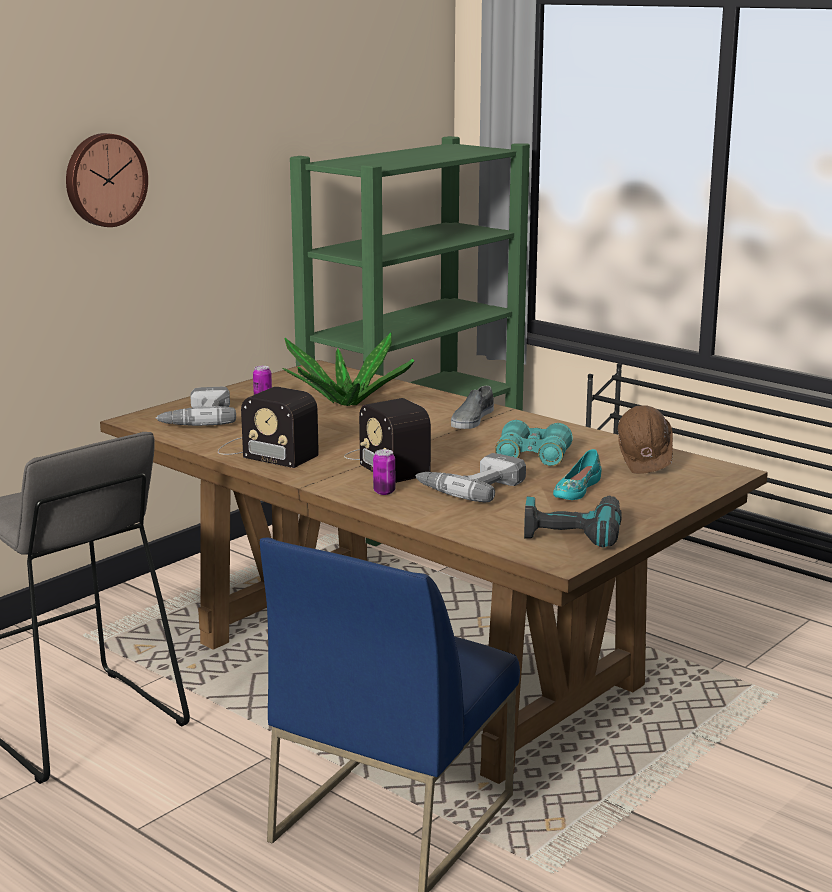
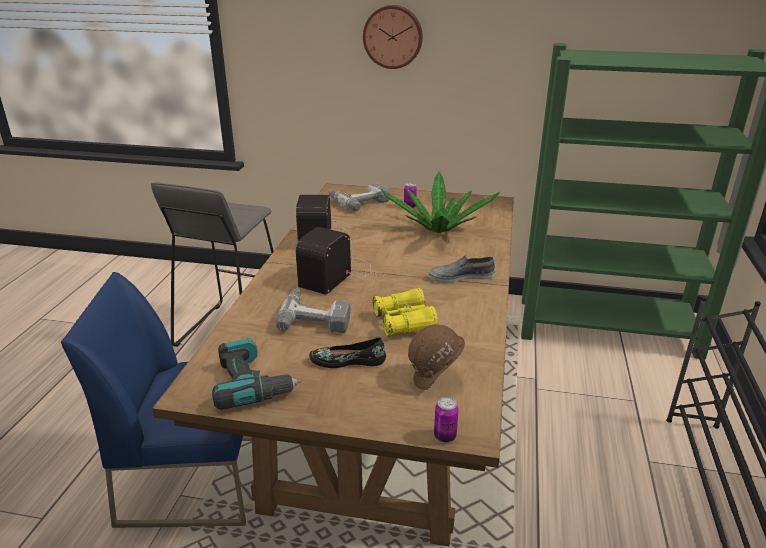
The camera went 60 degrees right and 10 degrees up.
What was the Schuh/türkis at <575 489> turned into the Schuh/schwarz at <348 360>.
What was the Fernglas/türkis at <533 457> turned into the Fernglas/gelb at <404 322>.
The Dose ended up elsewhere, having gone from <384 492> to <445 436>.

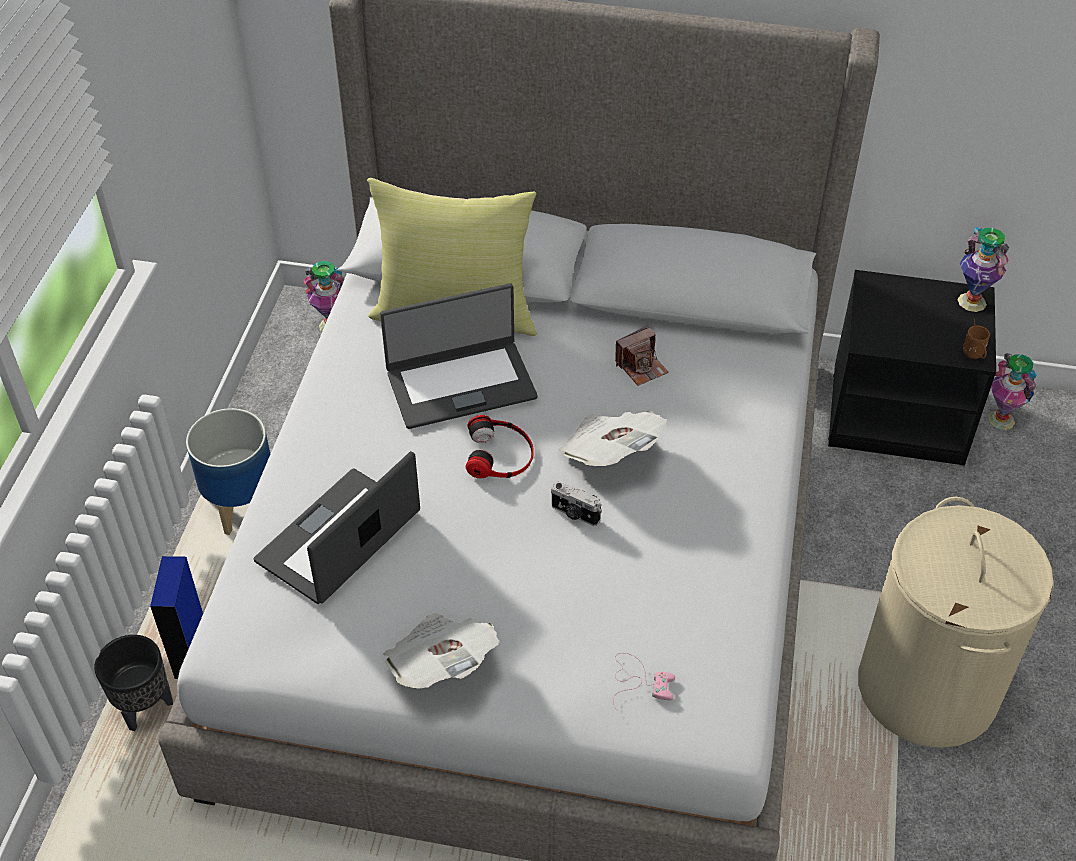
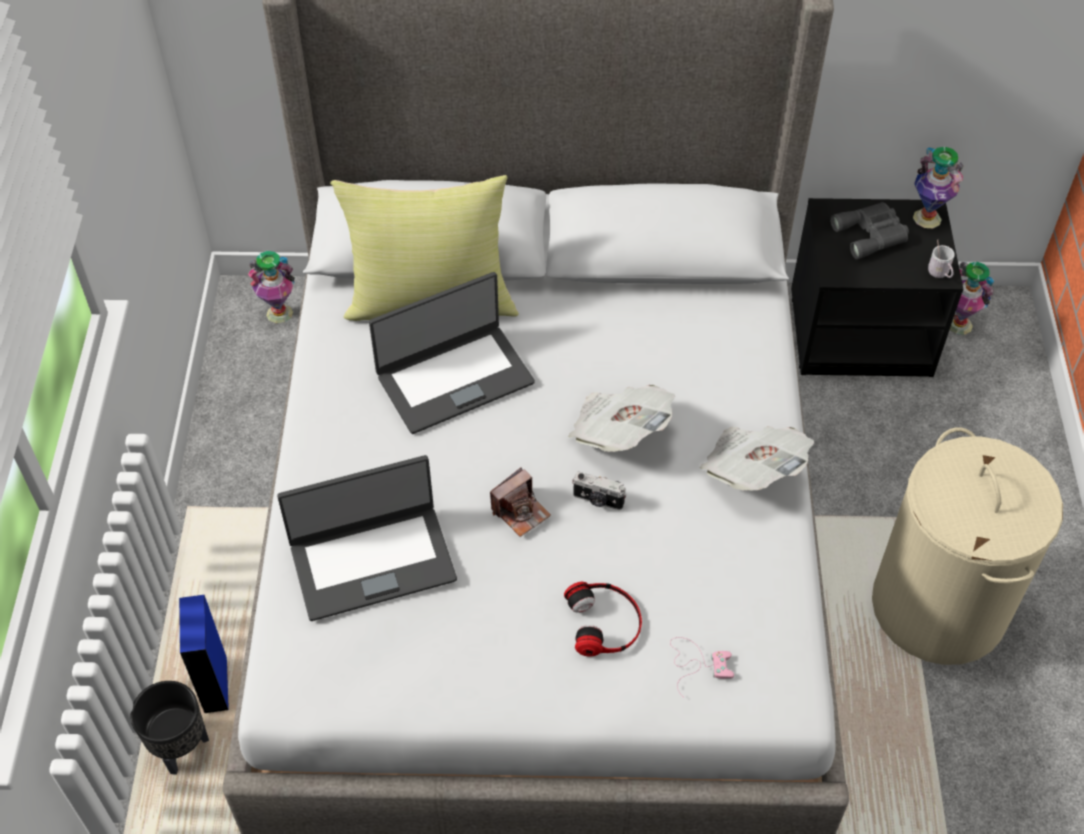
The camera went 10 degrees left and 5 degrees up.
The Laptop at <340 538> ended up facing another way, 135 degrees counterclockwise from before.
The Kamera ended up elsewhere, having gone from <641 367> to <520 512>.
The Kopfhörer ended up elsewhere, having gone from <500 454> to <604 622>.
The Zeitung ended up elsewhere, having gone from <441 665> to <752 470>.
The second view gained the Fernglas/grau at <872 234>.
What was the Henkelbecher/braun at <974 355> turned into the Henkelbecher/weiß at <939 274>.
The second view lost the Pflanzkübel at <243 506>.

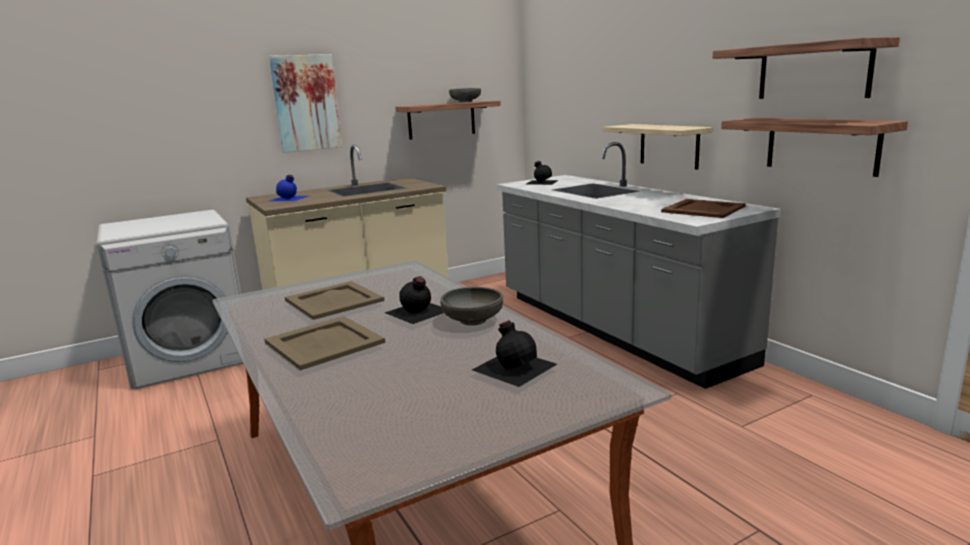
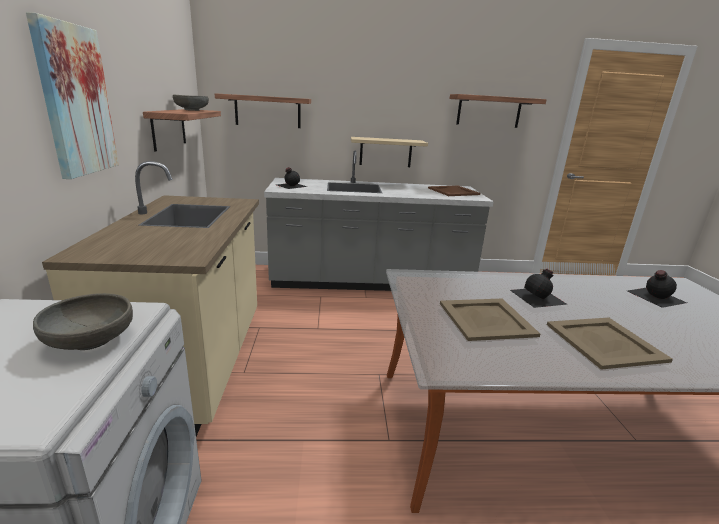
The camera went 65 degrees left and 5 degrees up.
The Schüssel/grau ended up elsewhere, having gone from <473 320> to <91 340>.
The Wandregal ended up elsewhere, having gone from <821 145> to <267 111>.
The second view lost the Flasche/blau at <289 198>.

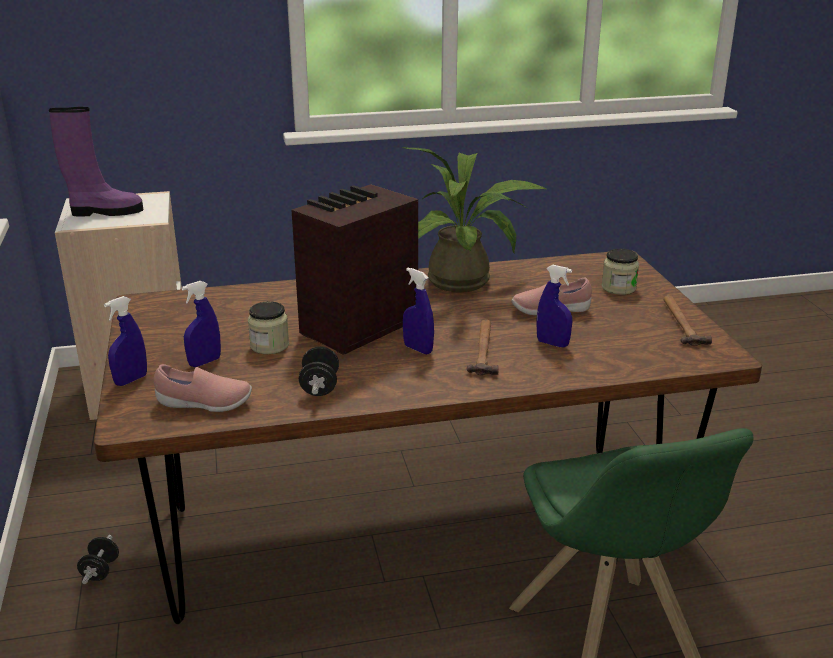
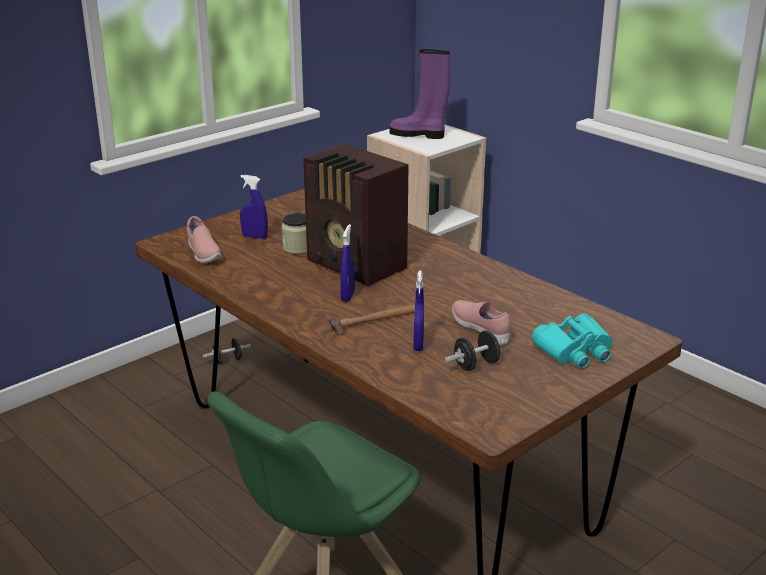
The camera went 60 degrees right and 0 degrees up.
The Radio at <356 328> ended up facing another way, 150 degrees counterclockwise from before.
The Stiefel/lila at <105 212> ended up facing another way, 150 degrees clockwise from before.
The Hantel/schwarz ended up elsewhere, having gone from <320 387> to <476 365>.
Where the Vorratsglas stood at <618 288>, the Fernglas/türkis came to stand at <575 351>.
The second view lost the Sprühflasche/blau at <131 380>.
The second view lost the Topfpflanze at <467 282>.
The second view lost the Hammer at <682 323>.

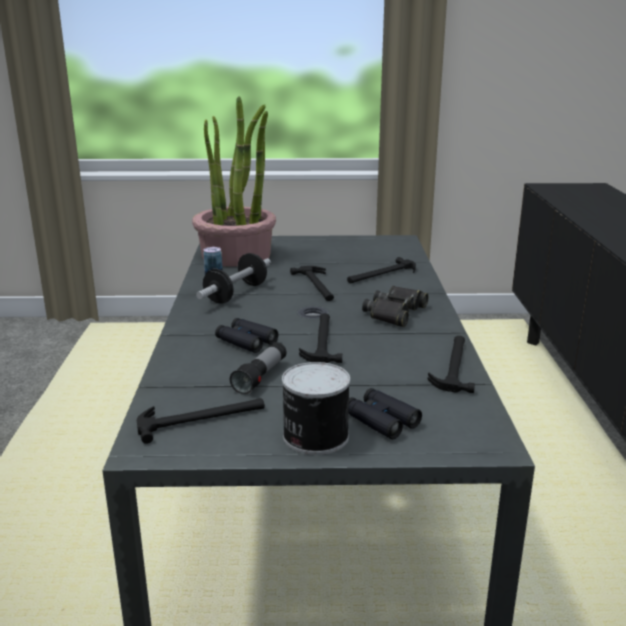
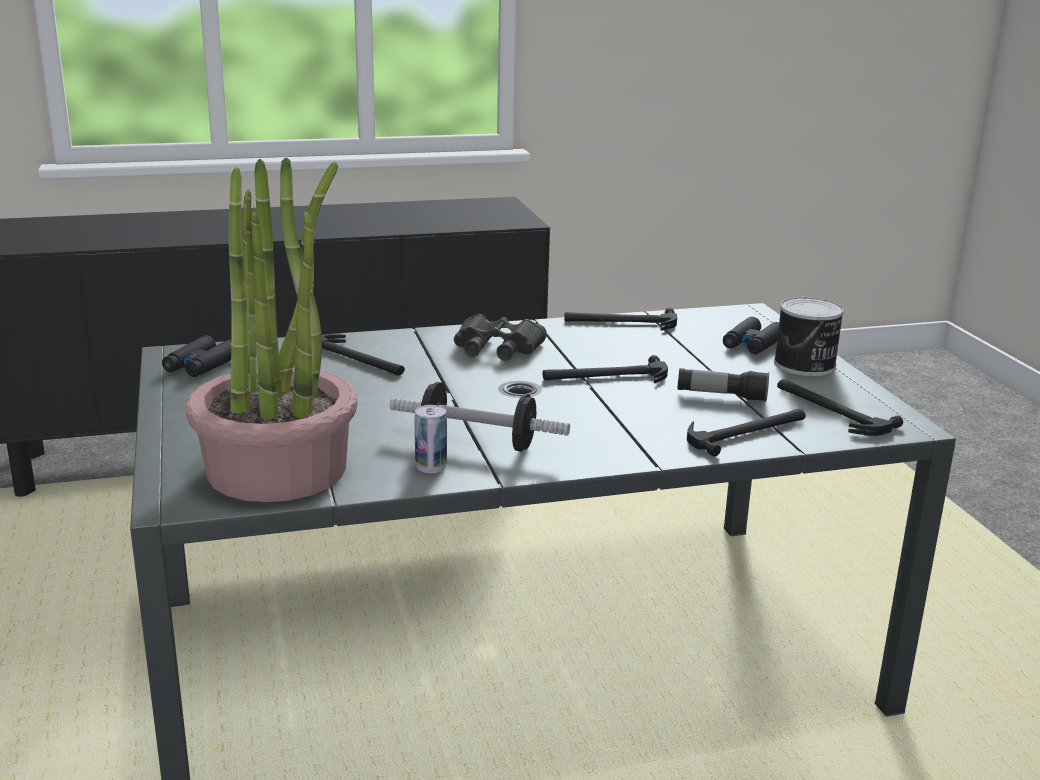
The camera went 105 degrees left and 0 degrees up.
The Fernglas/schwarz ended up elsewhere, having gone from <246 341> to <201 366>.
The Hammer ended up elsewhere, having gone from <317 285> to <747 432>.

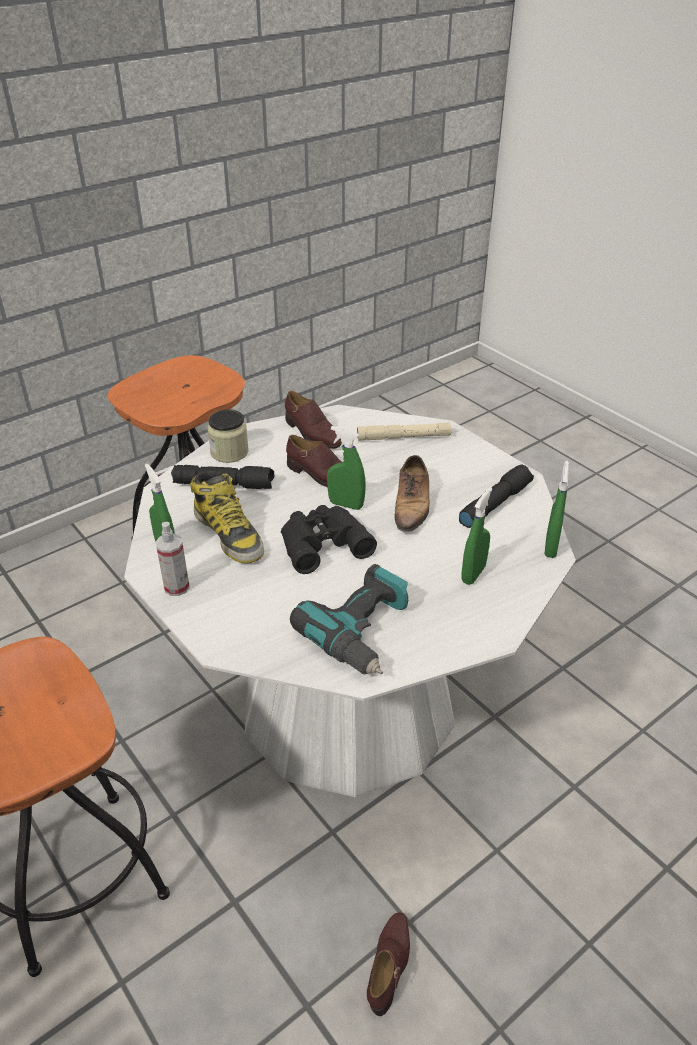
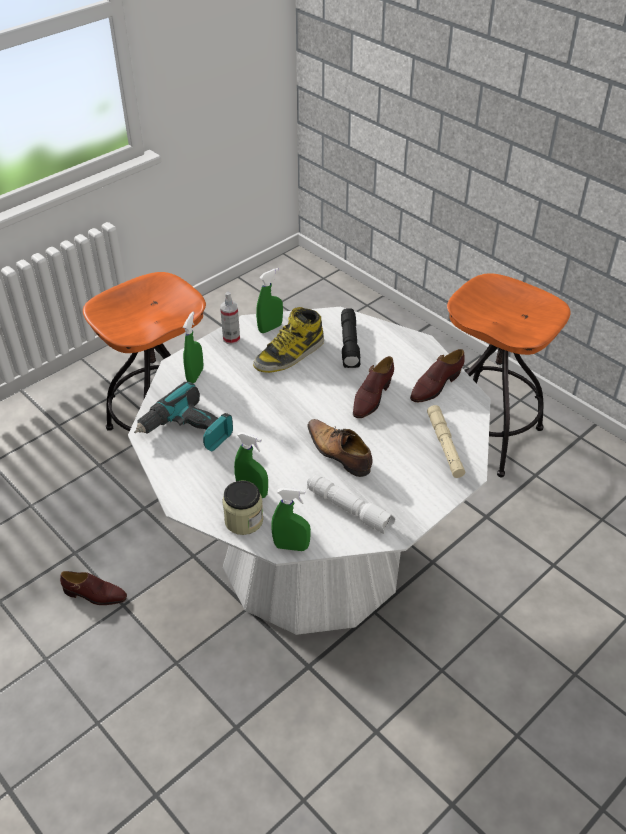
The camera went 85 degrees right and 5 degrees up.
The Sprühflasche/grün ended up elsewhere, having gone from <346 505> to <195 375>.
The Vorratsglas ended up elsewhere, having gone from <229 452> to <244 520>.
The Schuh at <412 505> ended up facing another way, 45 degrees clockwise from before.
What was the Taschenlampe/schwarz at <494 503> turned into the Taschenlampe/weiß at <350 509>.
The second view lost the Fernglas/schwarz at <322 542>.

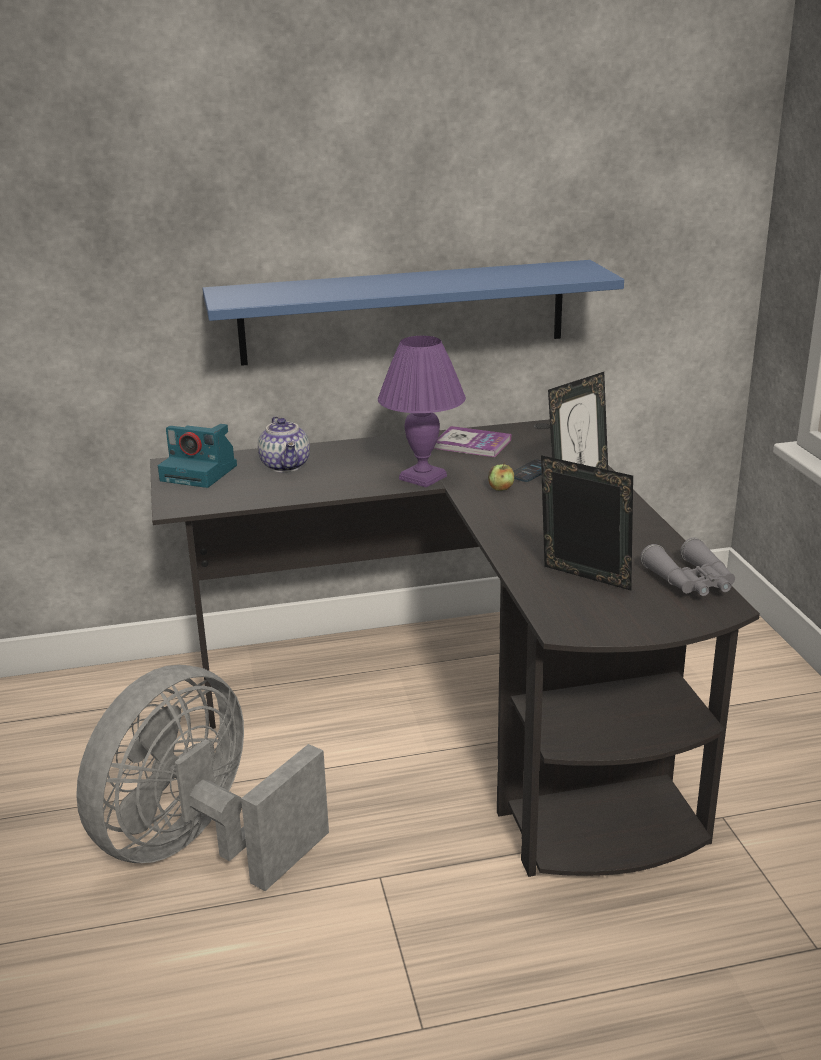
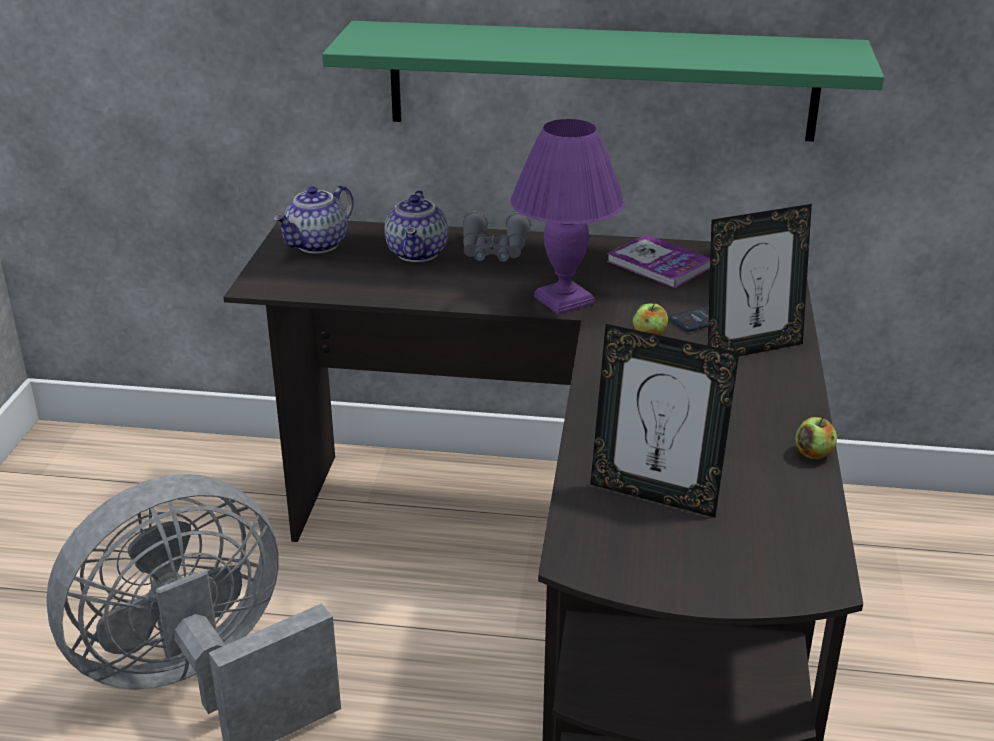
The camera went 20 degrees right and 5 degrees up.
Where the Kamera stood at <201 473>, the Teekanne came to stand at <318 245>.
What was the Wandregal/blau at <403 312> turned into the Wandregal/grün at <601 81>.
The Fernglas/grau ended up elsewhere, having gone from <691 582> to <494 251>.
The Bilderrahmen at <583 581> ended up facing another way, 150 degrees clockwise from before.
The second view gained the Apfel at <813 453>.

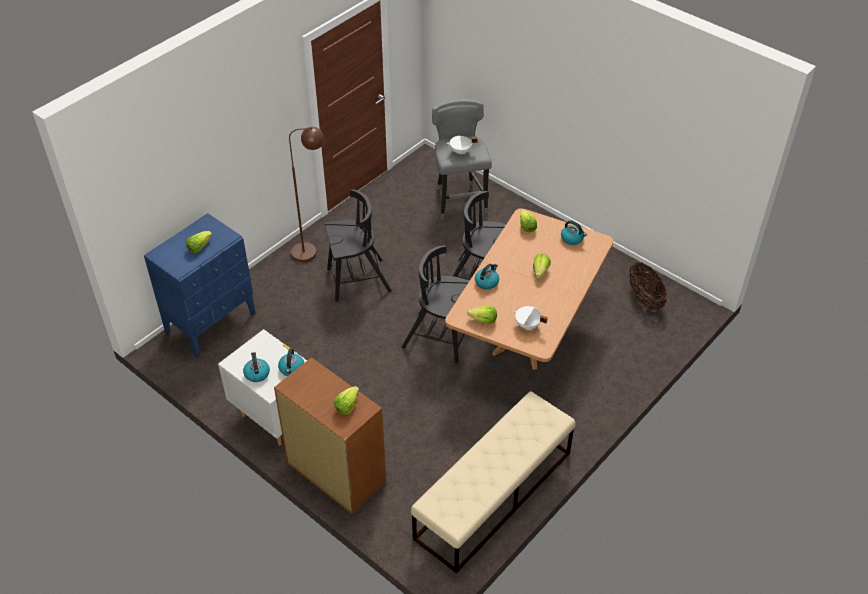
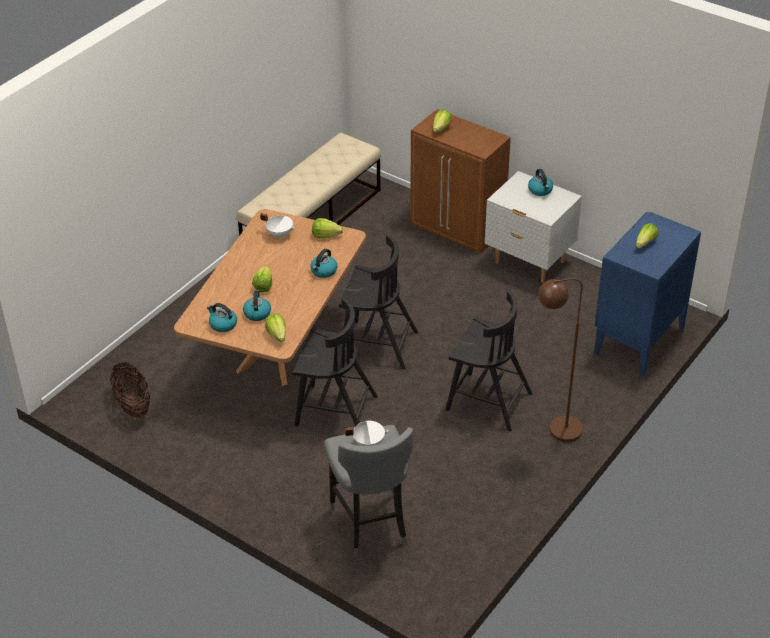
The camera went 175 degrees right and 5 degrees down.
The Wasserkessel ended up elsewhere, having gone from <292 369> to <257 313>.
The Stuhl/schwarz at <357 280> ended up facing another way, 135 degrees counterclockwise from before.

